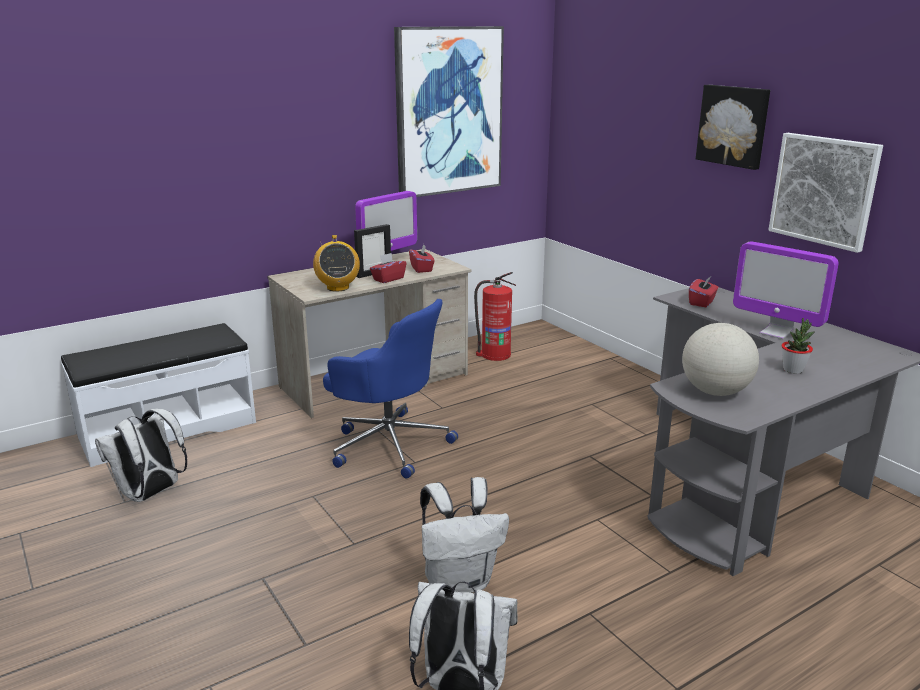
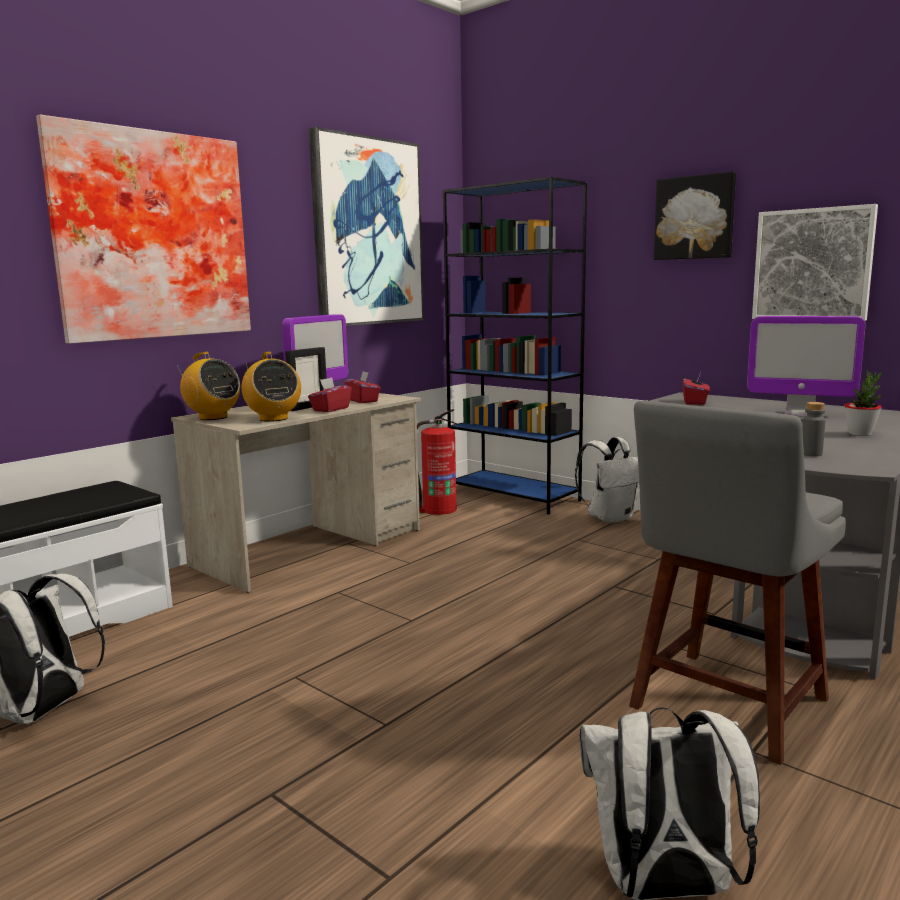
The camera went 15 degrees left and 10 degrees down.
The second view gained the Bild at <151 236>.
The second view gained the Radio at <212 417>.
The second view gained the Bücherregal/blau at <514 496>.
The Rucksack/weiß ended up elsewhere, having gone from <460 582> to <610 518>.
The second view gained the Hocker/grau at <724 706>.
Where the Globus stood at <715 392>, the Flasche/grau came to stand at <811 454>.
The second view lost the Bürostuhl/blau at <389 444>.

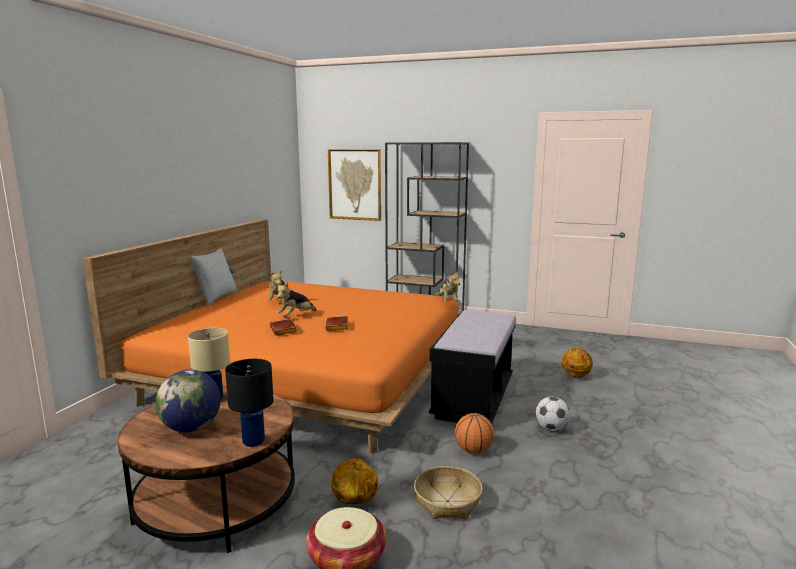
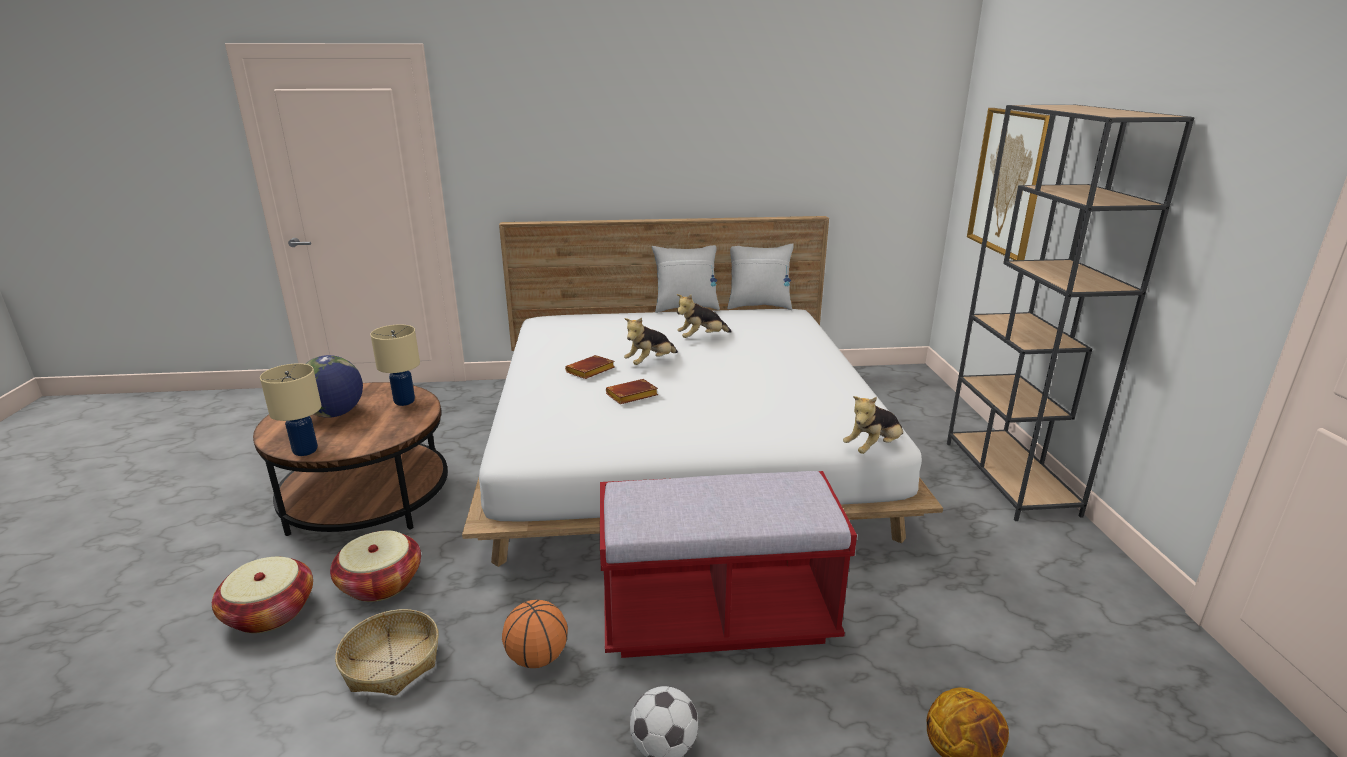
The camera went 65 degrees right and 10 degrees up.
What was the Tischlampe/schwarz at <253 441> turned into the Tischlampe/beige at <307 451>.
Where the Basketball stood at <354 501>, the Korb came to stand at <381 583>.
What was the Bett/orange at <311 374> turned into the Bett/weiß at <683 450>.
What was the Bank/schwarz at <473 399> turned into the Bank/rot at <717 617>.
The Plüschtier at <296 316> ended up facing another way, 60 degrees counterclockwise from before.
The second view gained the Kissen/grau at <758 307>.

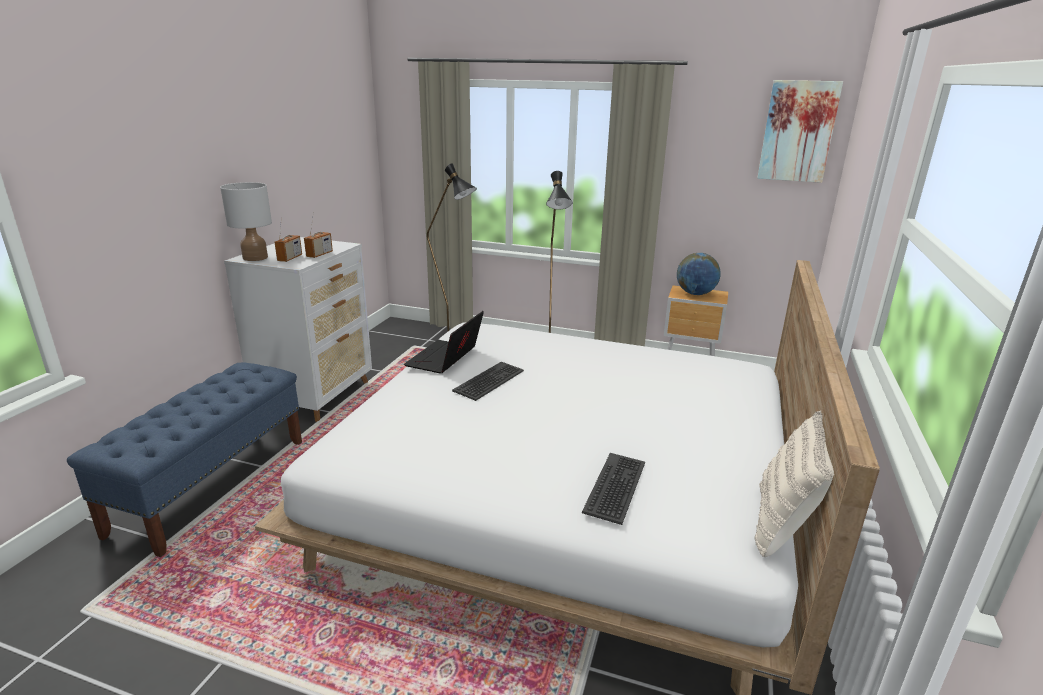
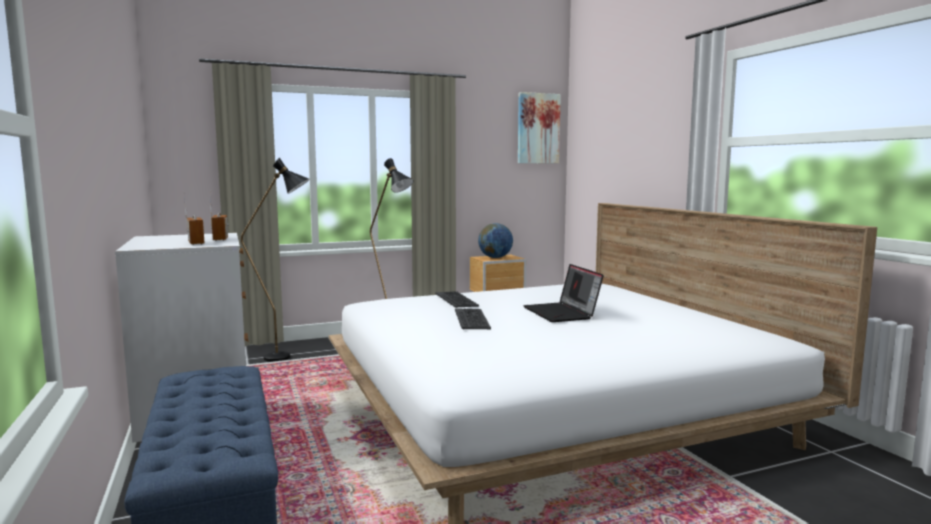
The camera went 40 degrees left and 15 degrees down.
The Tastatur ended up elsewhere, having gone from <616 487> to <456 300>.
The Laptop ended up elsewhere, having gone from <445 359> to <562 313>.
The second view lost the Tischlampe/grau at <255 258>.
The second view lost the Kissen/beige at <783 527>.

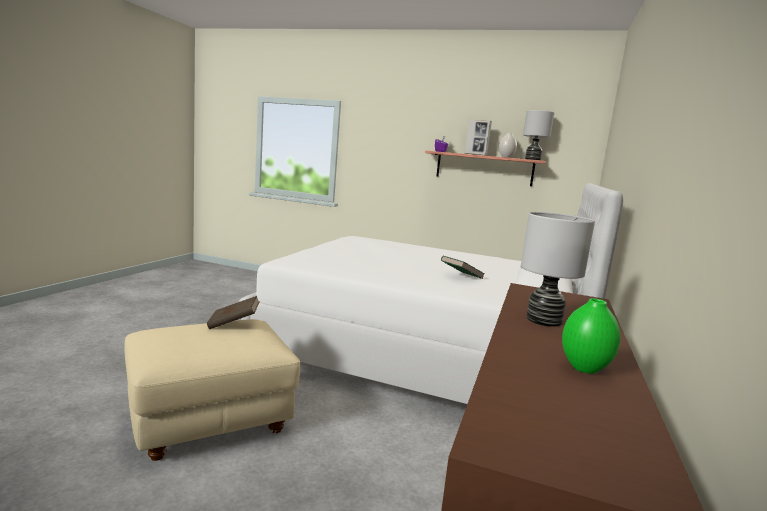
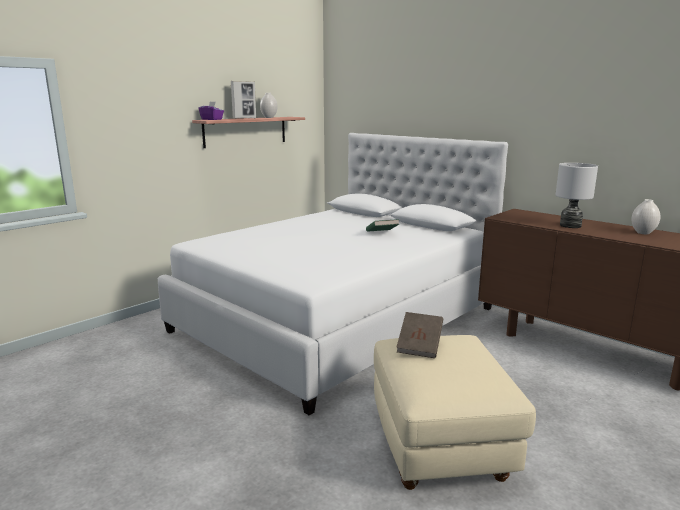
The camera went 65 degrees left and 5 degrees up.
What was the Vase/grün at <585 369> turned into the Vase/weiß at <643 233>.
The second view lost the Tischlampe/grau at <532 159>.

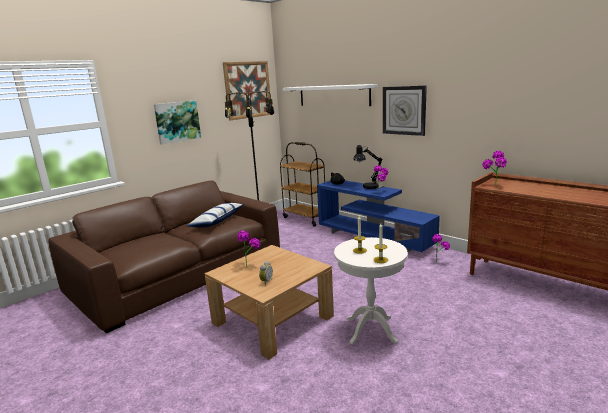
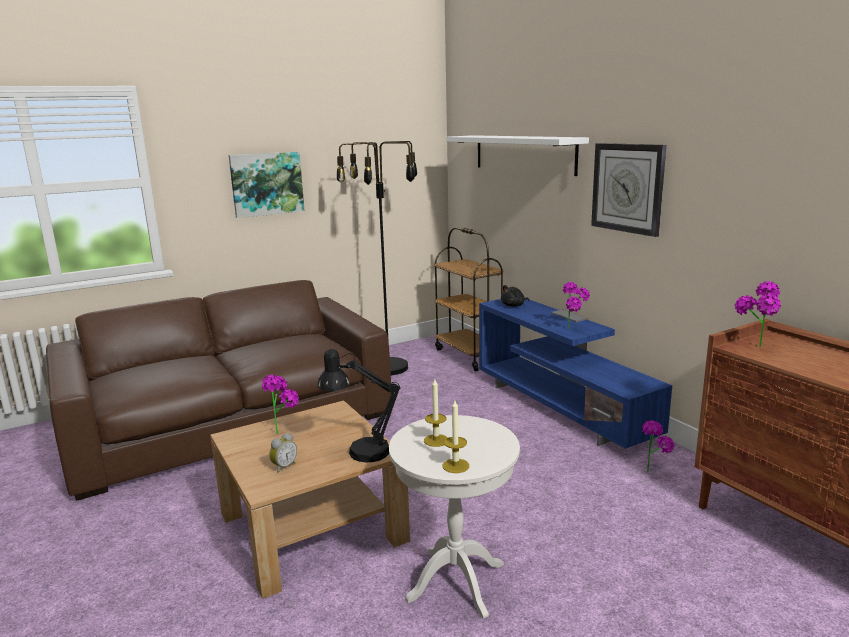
The camera went 15 degrees right and 0 degrees up.
The Tischlampe/schwarz ended up elsewhere, having gone from <367 187> to <360 452>.
The second view lost the Kissen at <217 221>.
The second view lost the Bild at <248 90>.

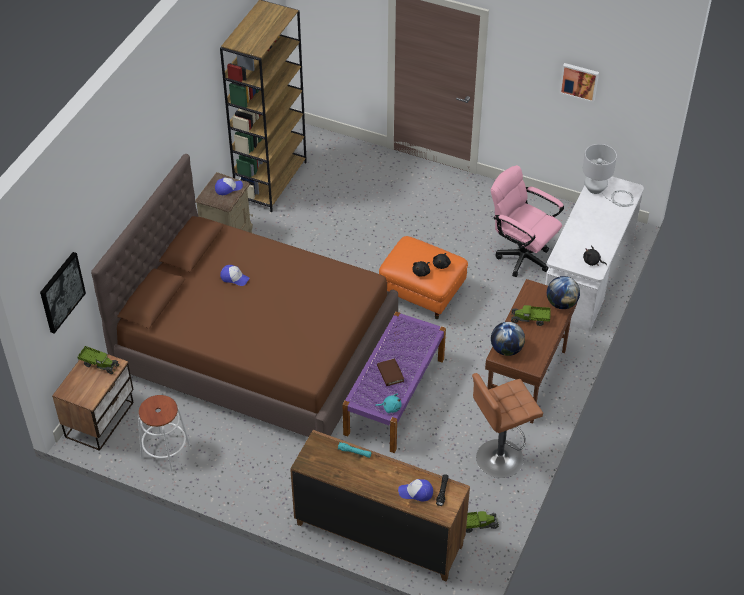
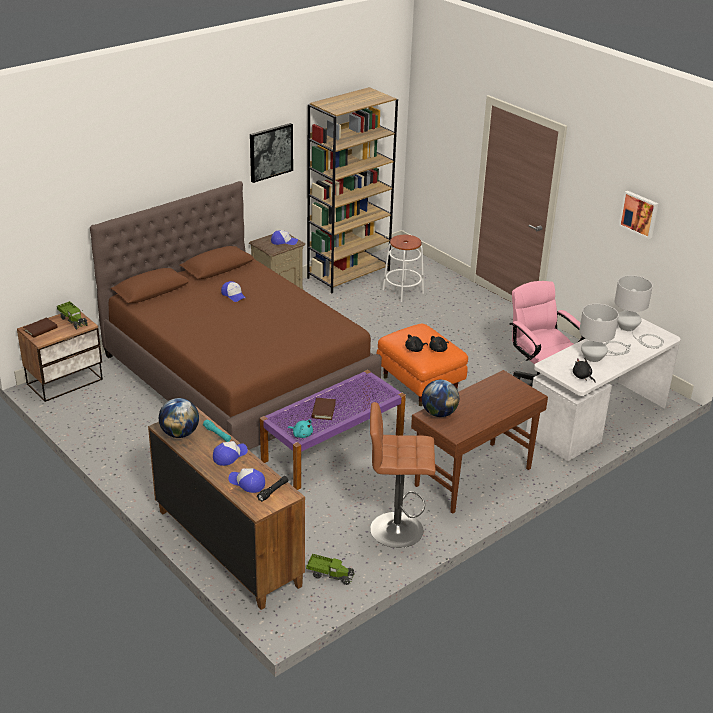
The camera went 25 degrees right and 15 degrees down.
The second view gained the Buch/braun at <40 329>.
The Globus ended up elsewhere, having gone from <561 303> to <180 433>.
The second view gained the Kappe at <229 455>.
The Bild ended up elsewhere, having gone from <61 292> to <270 152>.
The Hocker/weiß ended up elsewhere, having gone from <165 451> to <403 291>.
The second view gained the Tischlampe/weiß at <602 353>.
The second view lost the Spielzeuglaster at <530 319>.

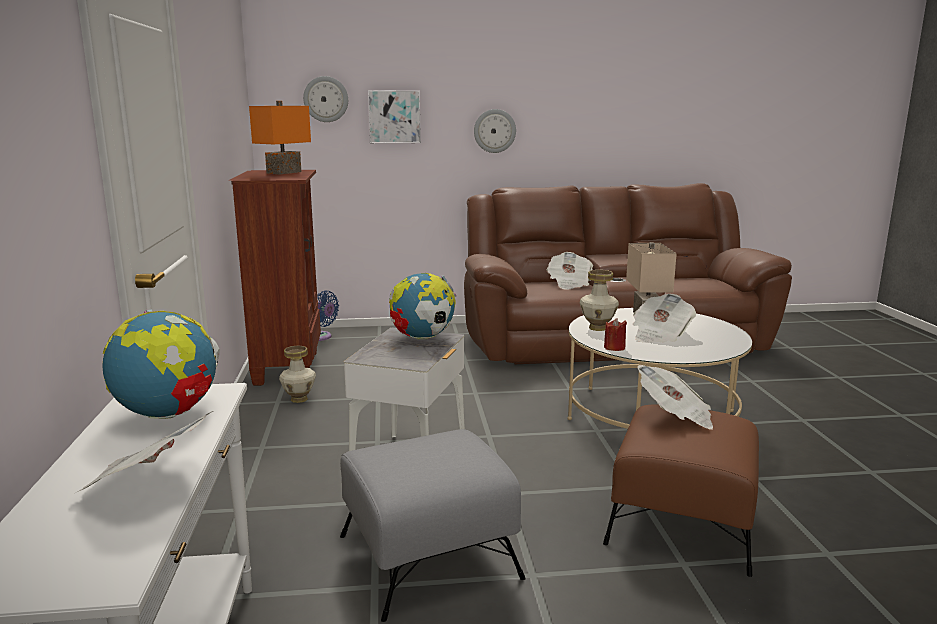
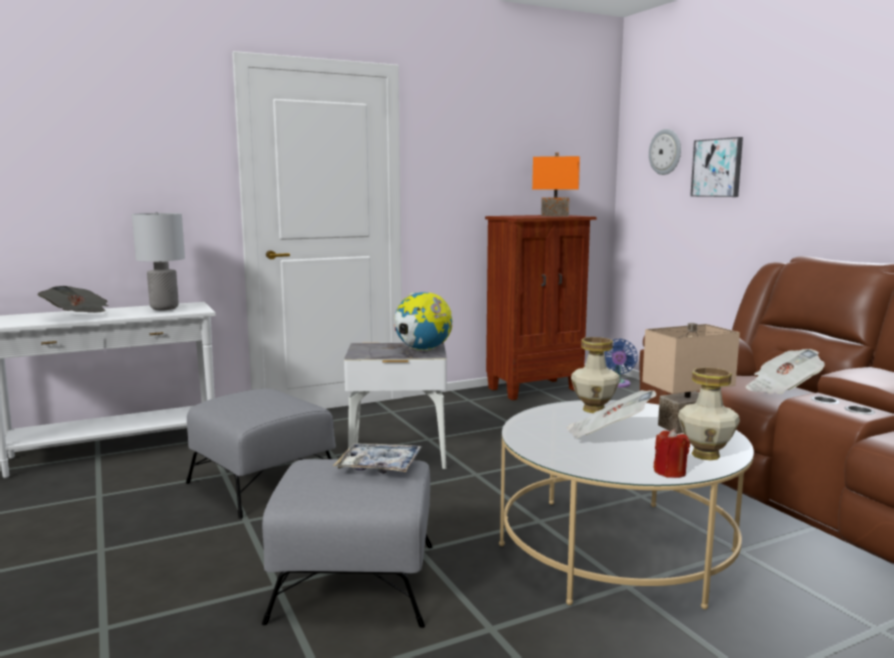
The camera went 70 degrees right and 5 degrees down.
Where the Globus stood at <168 414>, the Tischlampe/grau came to stand at <164 309>.
What was the Polsterhocker/braun at <681 523> turned into the Polsterhocker/grau at <354 581>.
Where the Zeitung stood at <675 416>, the Tablett came to stand at <379 466>.
The Kerze/rot ended up elsewhere, having gone from <614 348> to <669 472>.
The Vase ended up elsewhere, having gone from <299 399> to <706 455>.
The second view lost the Wanduhr at <494 131>.

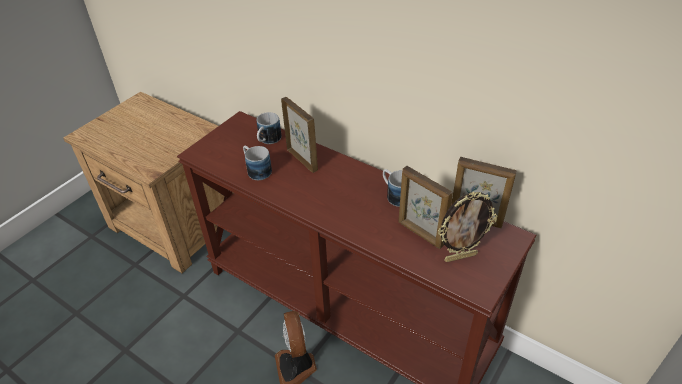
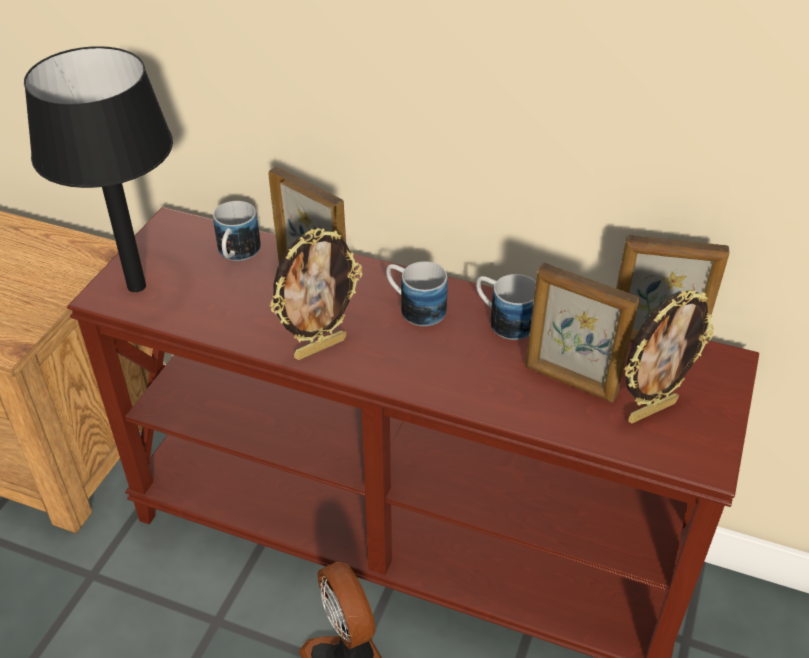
The camera went 15 degrees left and 0 degrees up.
The second view gained the Tischlampe/schwarz at <137 286>.
The second view gained the Bilderrahmen at <320 347>.
The Henkelbecher ended up elsewhere, having gone from <256 170> to <414 307>.

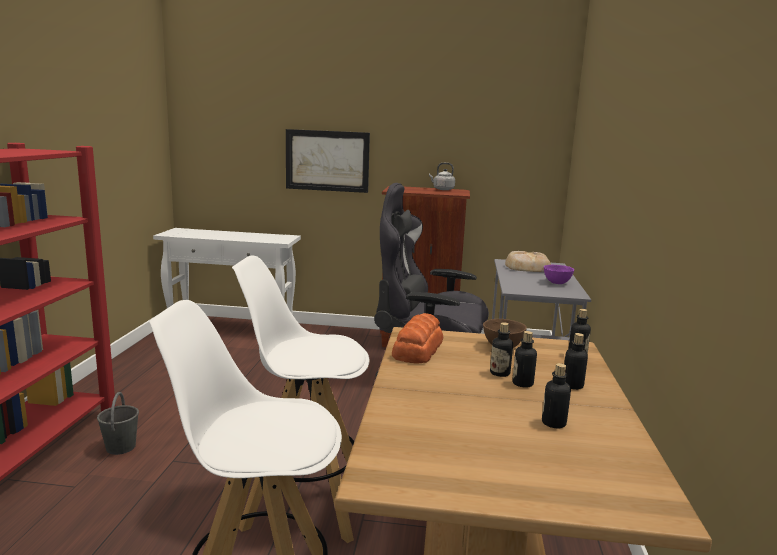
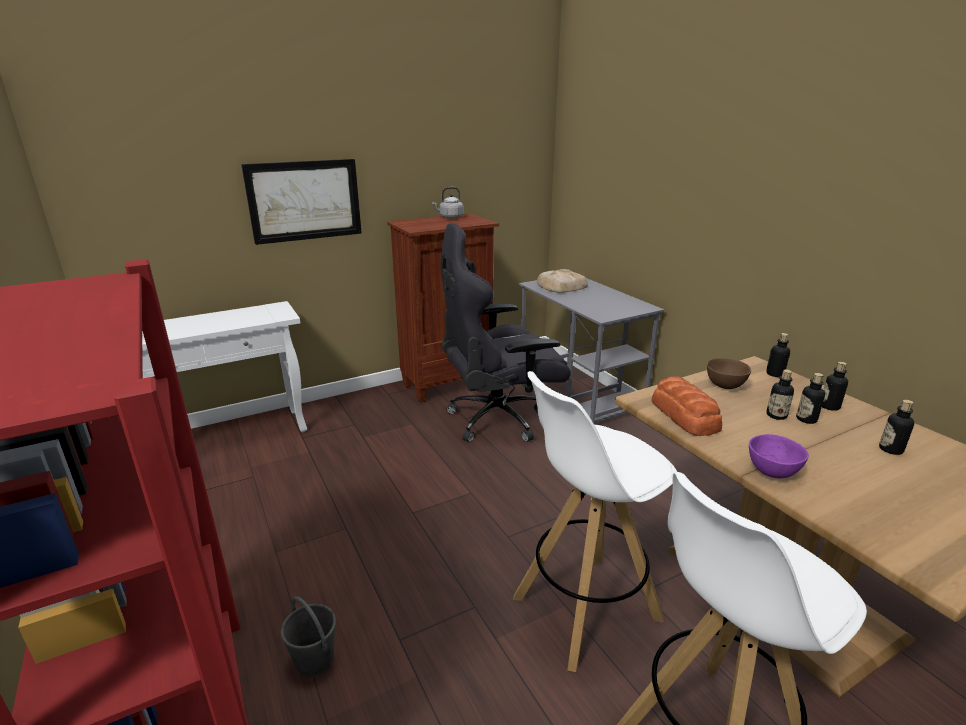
The camera went 35 degrees left and 10 degrees up.
The Schüssel/lila ended up elsewhere, having gone from <556 283> to <771 472>.

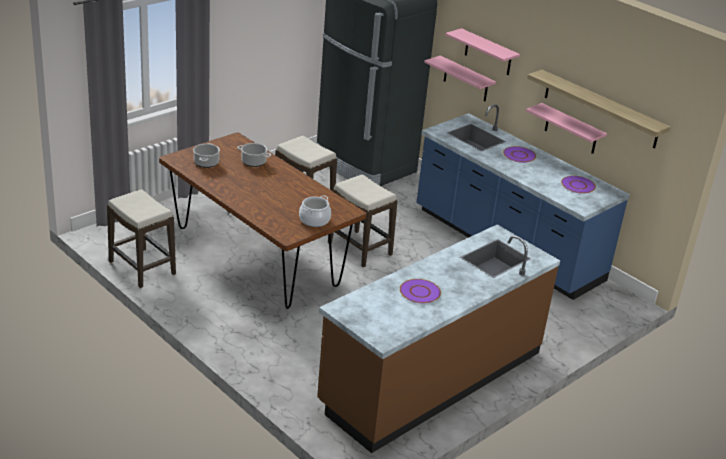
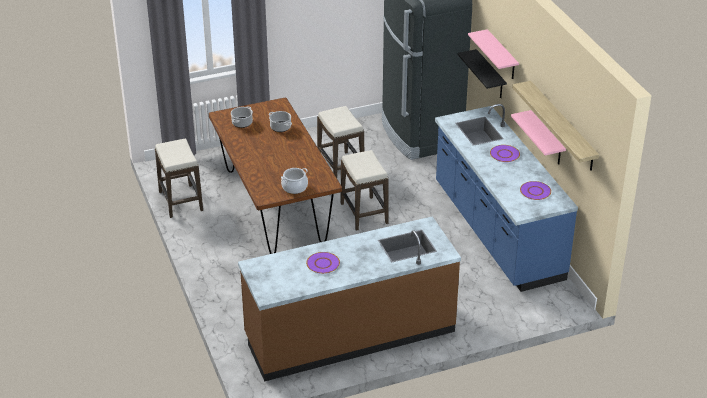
The camera went 25 degrees right and 5 degrees up.
What was the Wandregal/rosa at <466 79> turned into the Wandregal/schwarz at <490 75>.

